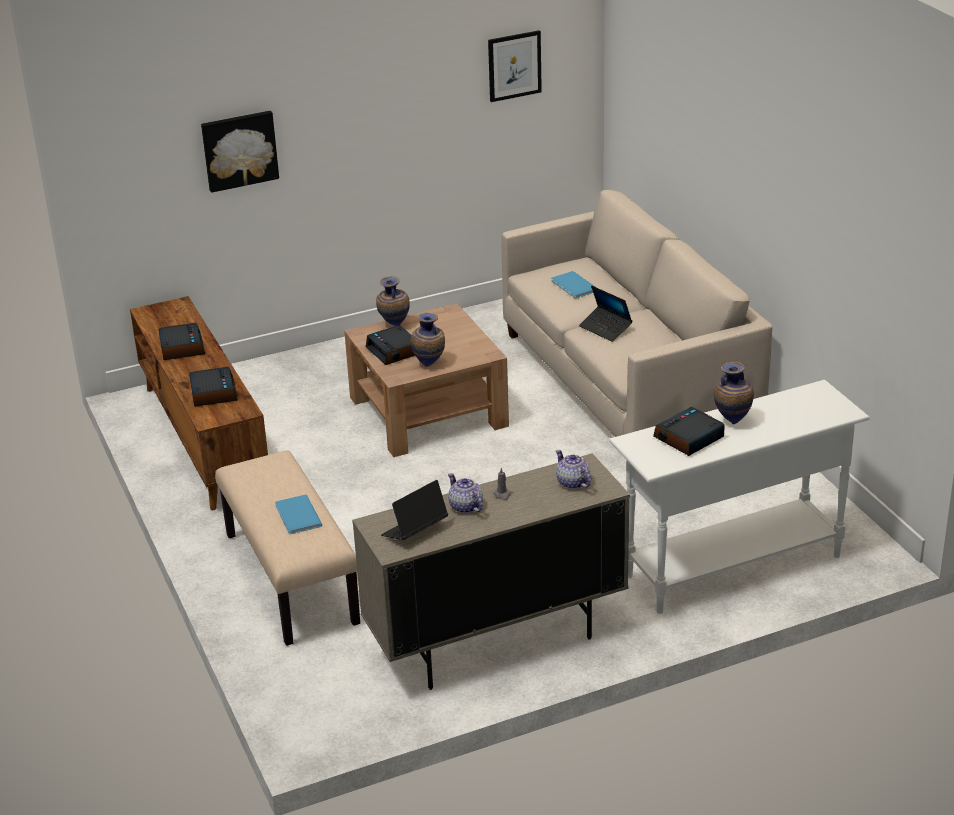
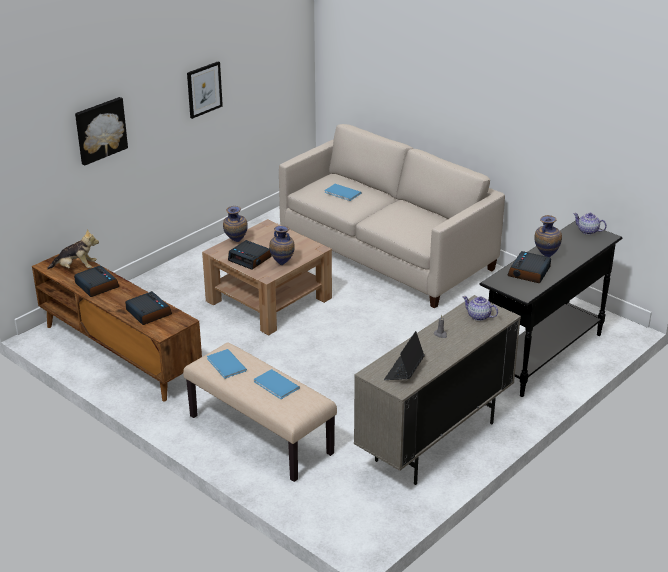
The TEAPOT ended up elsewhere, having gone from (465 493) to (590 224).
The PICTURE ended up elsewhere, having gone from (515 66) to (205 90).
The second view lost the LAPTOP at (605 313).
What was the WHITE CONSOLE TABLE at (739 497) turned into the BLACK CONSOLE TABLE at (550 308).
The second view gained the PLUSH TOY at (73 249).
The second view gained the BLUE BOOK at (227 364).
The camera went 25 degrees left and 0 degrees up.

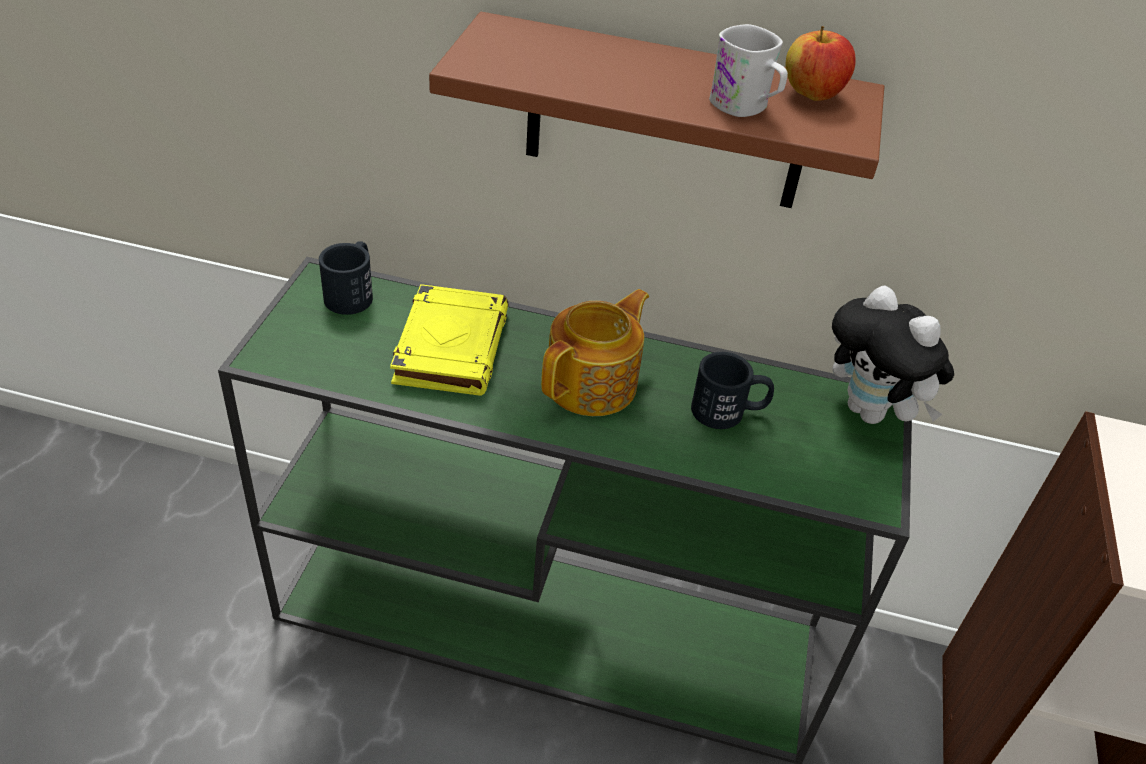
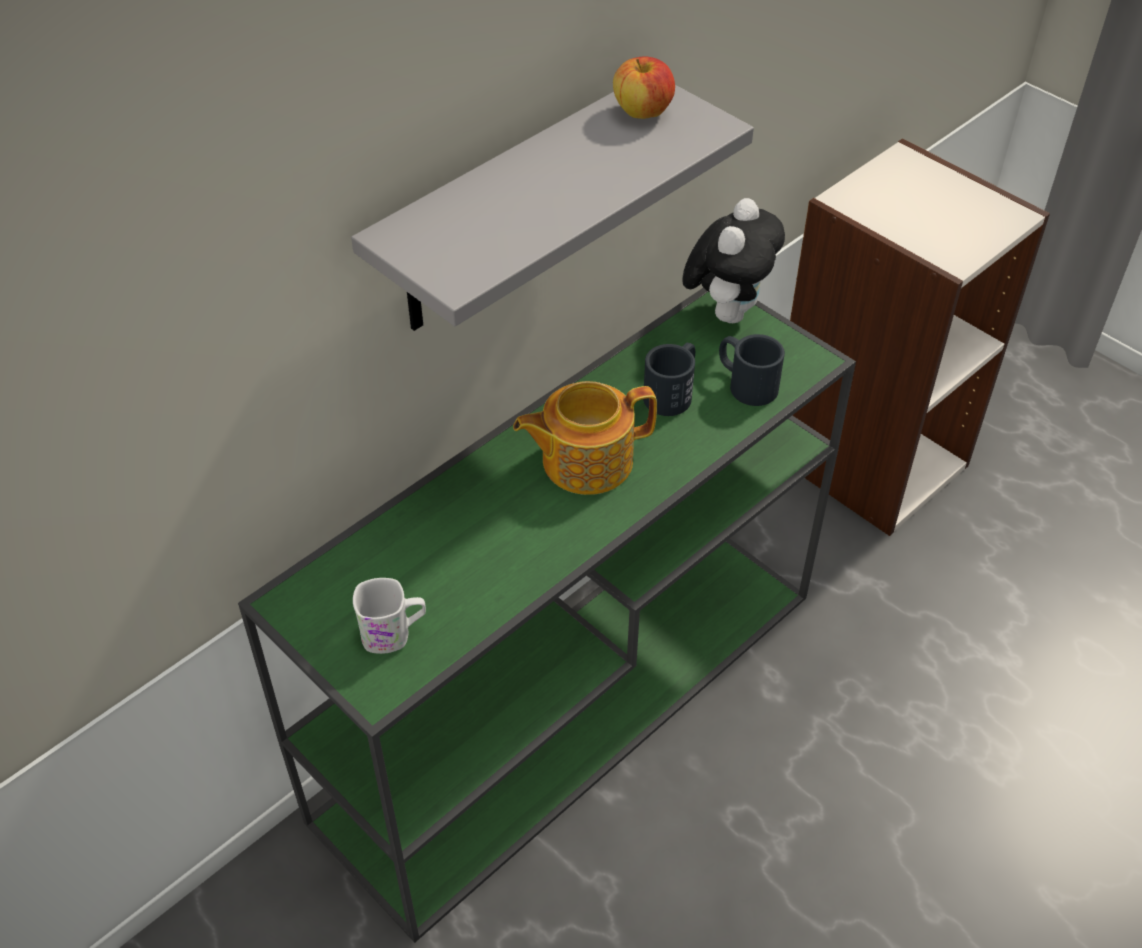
The BLACK MUG ended up elsewhere, having gone from (346 278) to (752 370).
The second view lost the YELLOW BOOK at (449 340).
What was the BROWN SHELF at (656 110) turned into the GREY SHELF at (552 208).
The TEAPOT at (595 352) ended up facing another way, 90 degrees counterclockwise from before.
The WHITE MUG ended up elsewhere, having gone from (748 70) to (389 616).
The PLUSH TOY at (893 355) ended up facing another way, 60 degrees counterclockwise from before.
The camera went 55 degrees left and 5 degrees up.

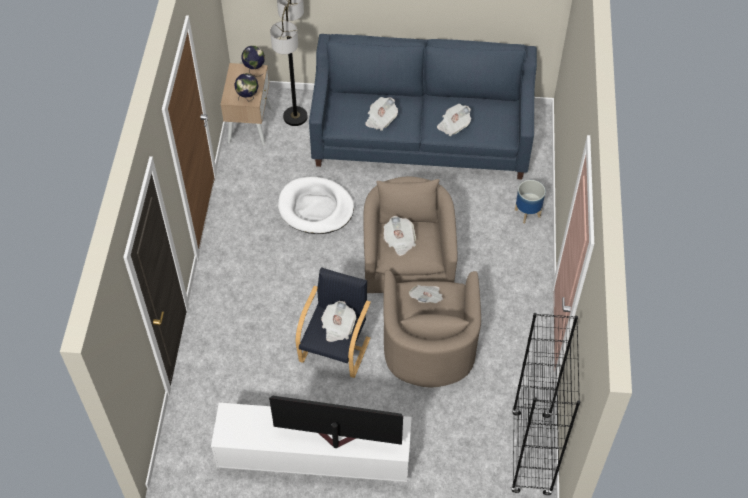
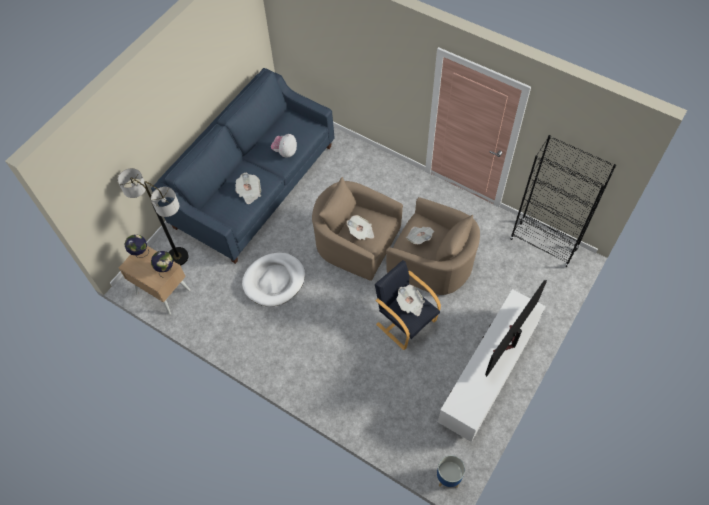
Where the NEWSPAPER stood at (454 120), the PLUSH TOY came to stand at (284 146).
The PLANTER ended up elsewhere, having gone from (530 202) to (451 471).
The camera went 60 degrees left and 5 degrees up.

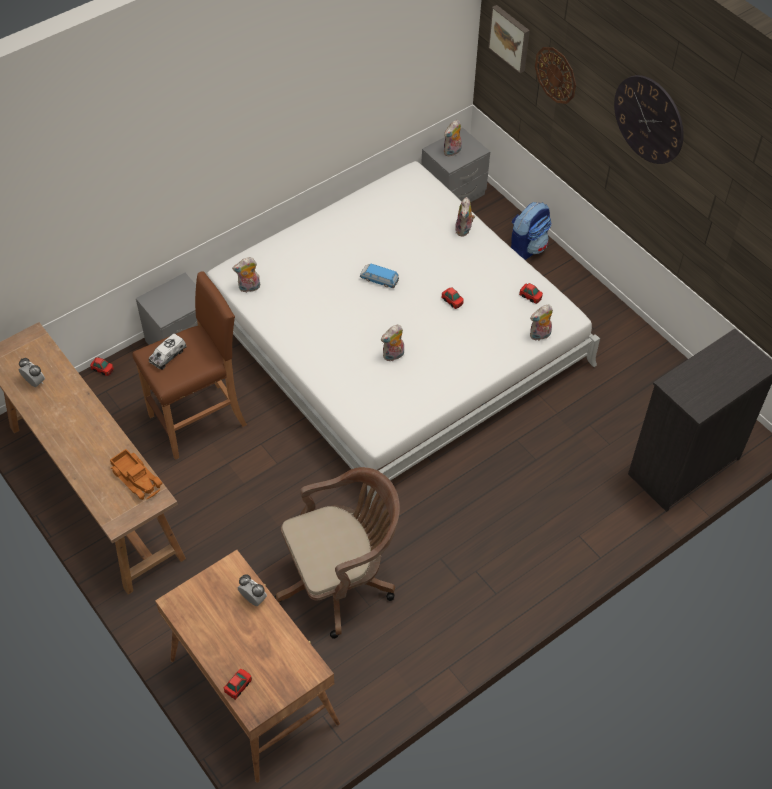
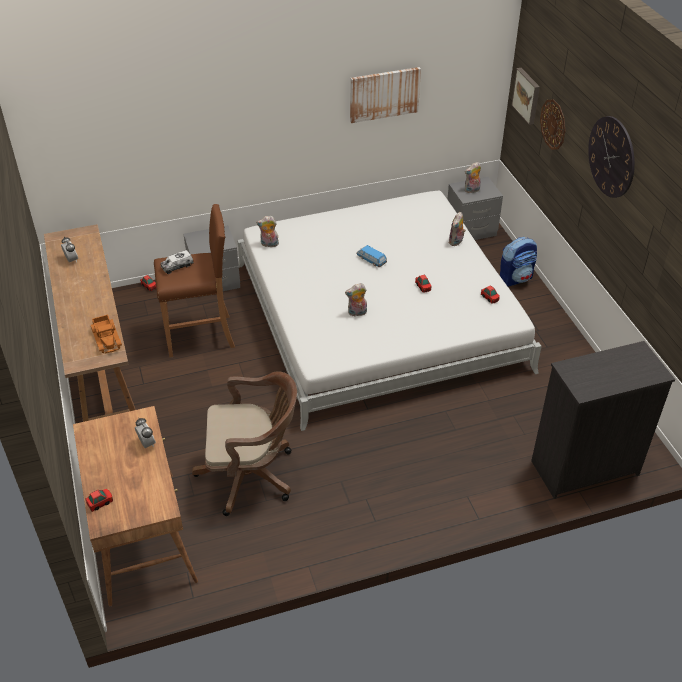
The second view lost the PLUSH TOY at (541 323).
The second view gained the PICTURE at (385 95).
The camera went 20 degrees right and 10 degrees down.

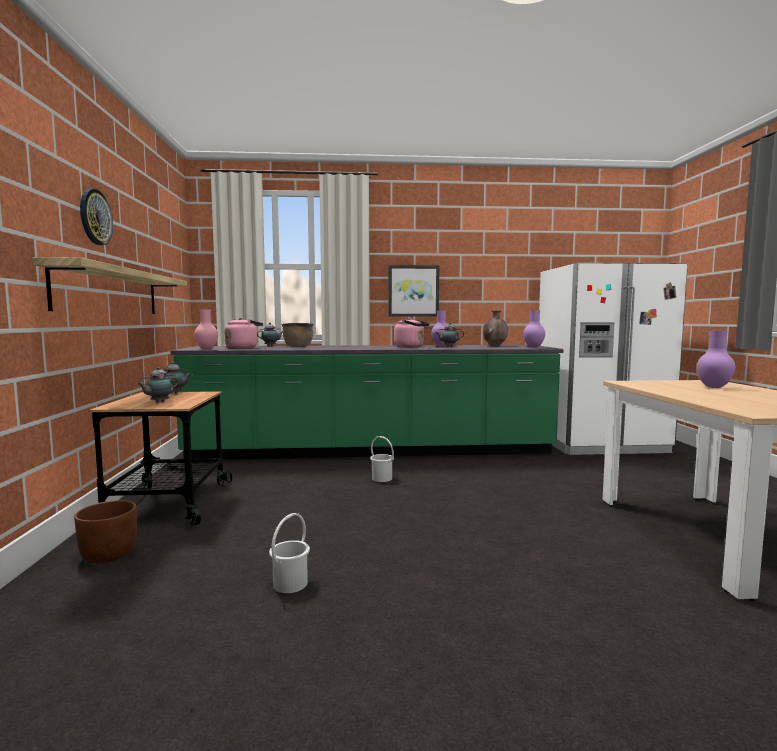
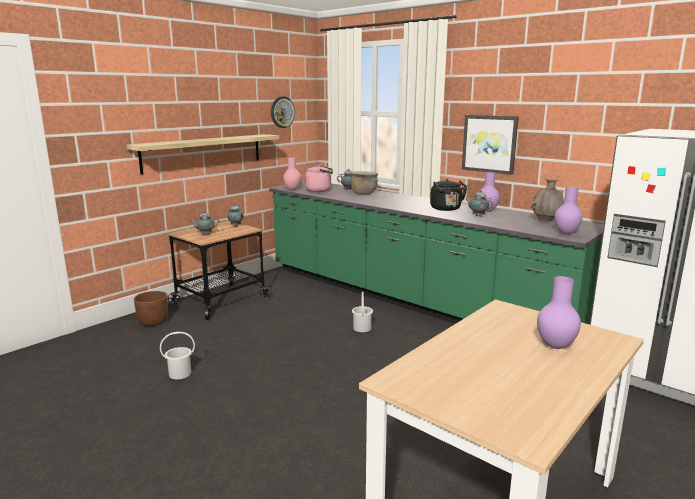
The WALL CLOCK ended up elsewhere, having gone from (96 217) to (283 112).
What was the PINK KETTLE at (411 332) turned into the BLACK KETTLE at (448 195).
The camera went 45 degrees right and 10 degrees up.

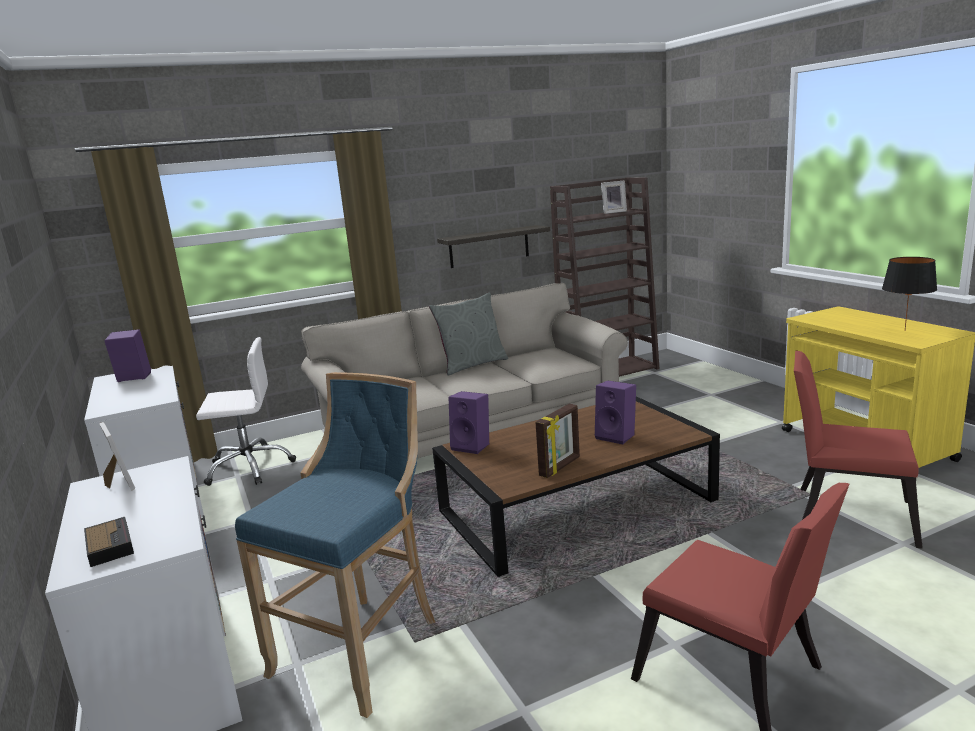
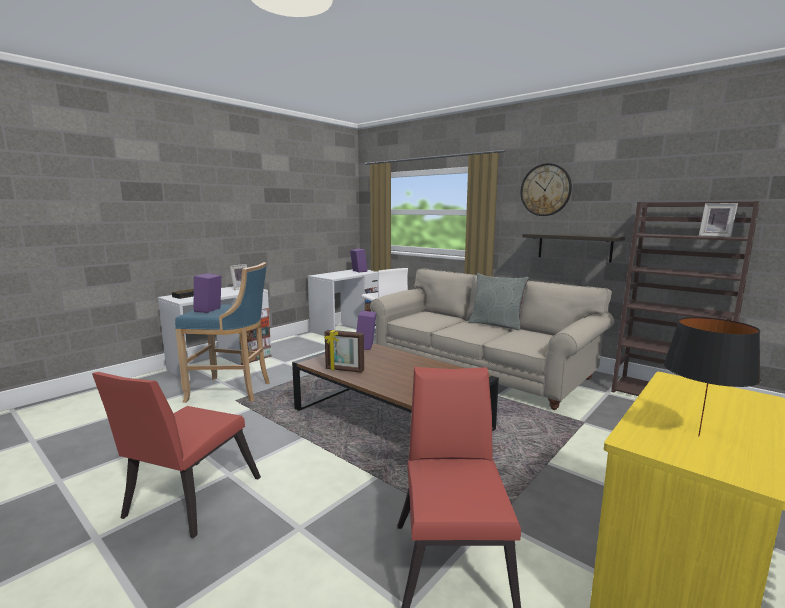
The PURPLE SPEAKER ended up elsewhere, having gone from (615 412) to (207 293).
The second view gained the WALL CLOCK at (546 189).
The camera went 65 degrees right and 5 degrees down.

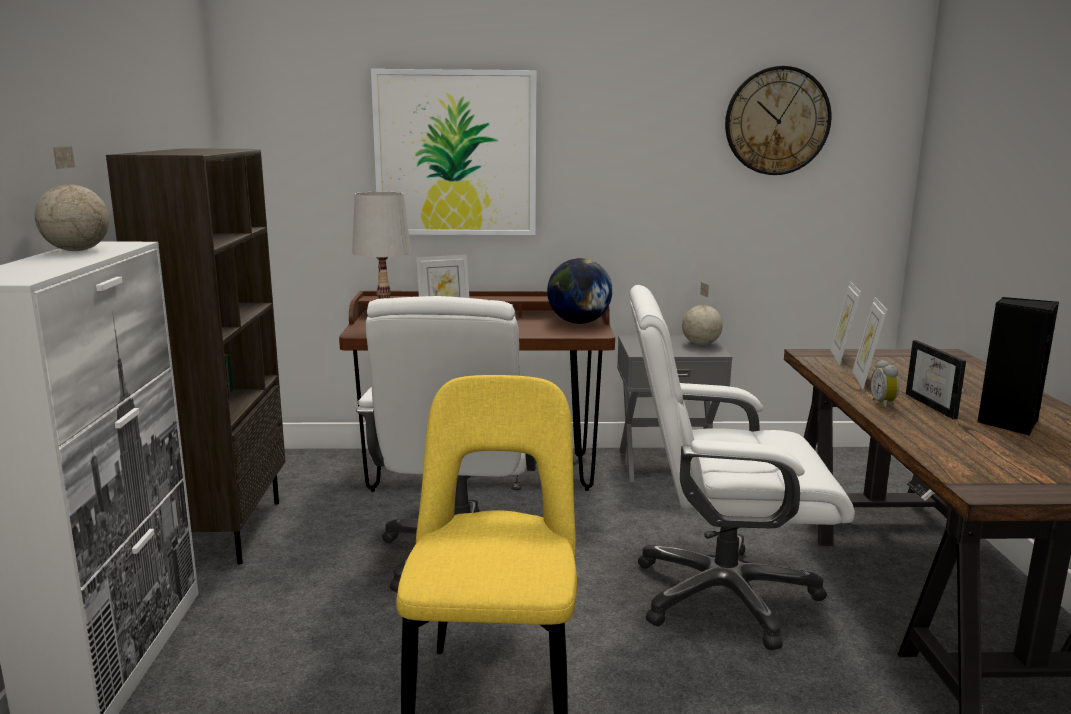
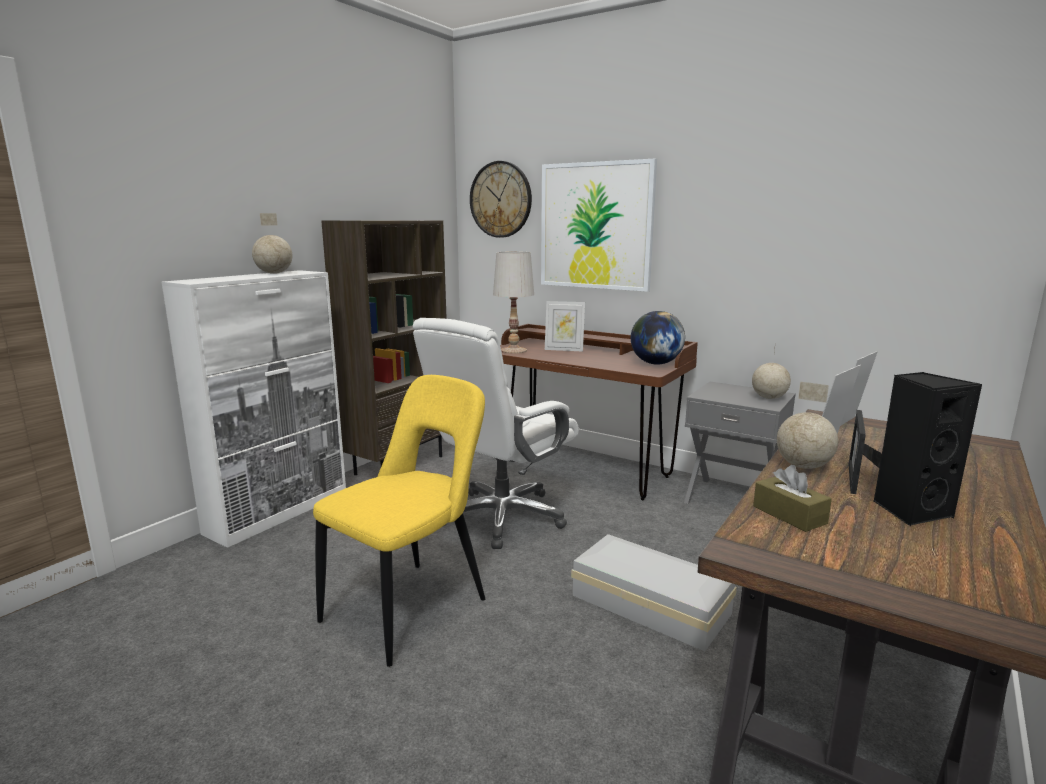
Where the WHITE OFFICE CHAIR stood at (742 467), the WHITE STORAGE BOX came to stand at (654 592).
The WALL CLOCK ended up elsewhere, having gone from (778 120) to (501 199).
Where the ALARM CLOCK stood at (885 384), the GLOBE came to stand at (807 425).
The second view gained the BROWN TISSUE BOX at (792 498).
The camera went 35 degrees right and 0 degrees up.

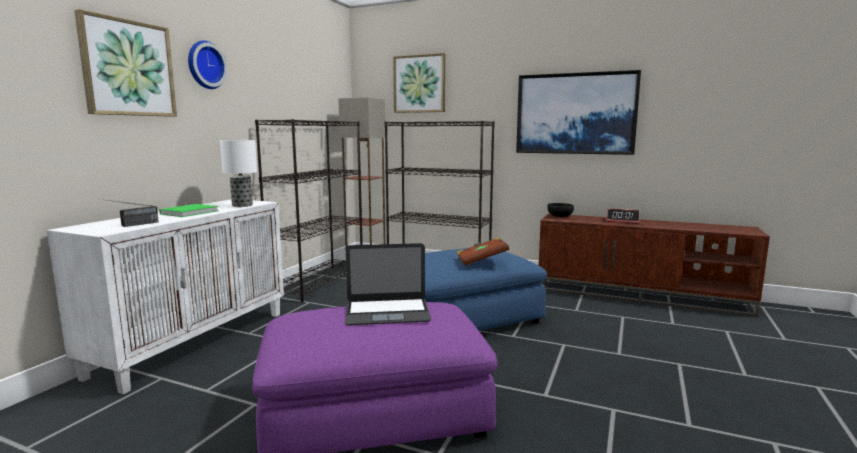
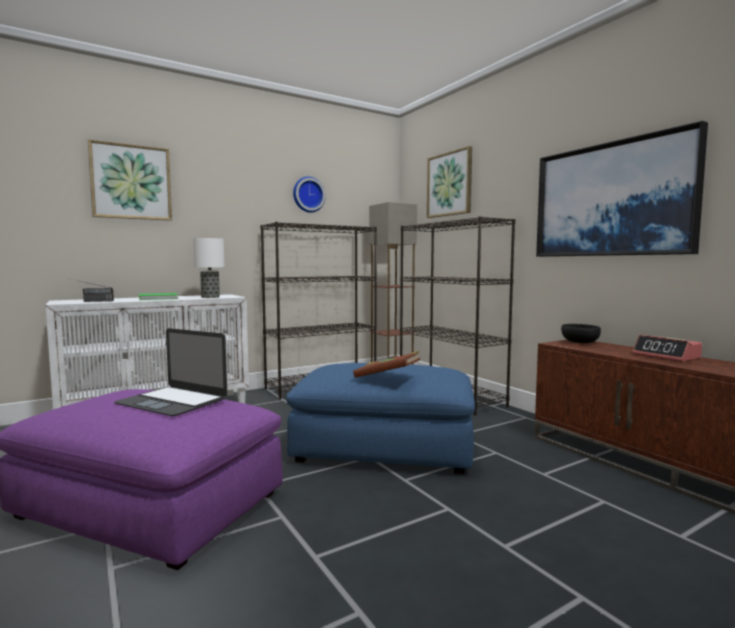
The WALL CLOCK ended up elsewhere, having gone from (208 64) to (309 195).
The camera went 35 degrees right and 5 degrees down.

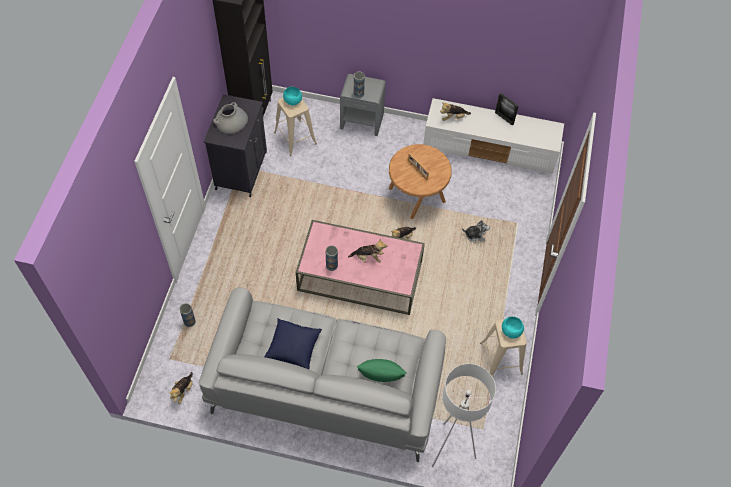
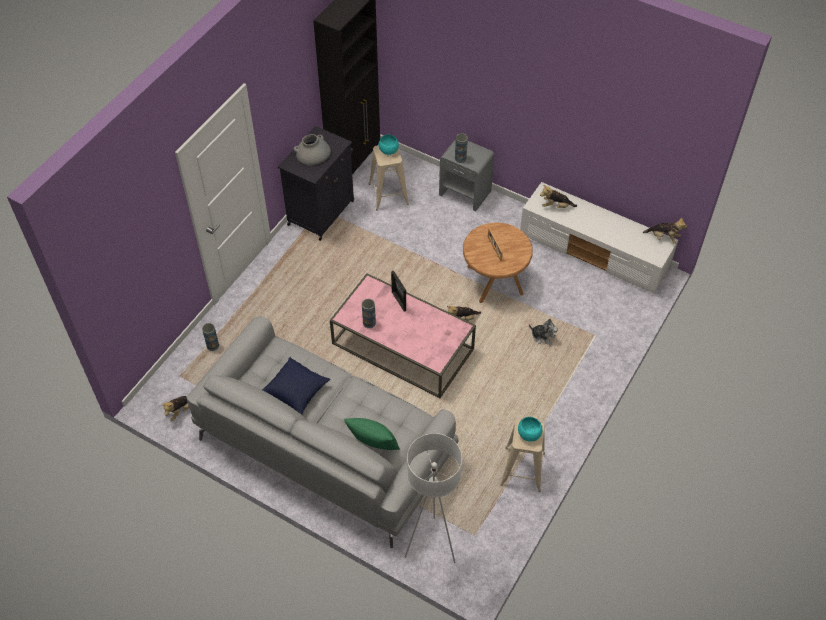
The PLUSH TOY ended up elsewhere, having gone from (367 251) to (665 230).
The PICTURE FRAME ended up elsewhere, having gone from (507 109) to (398 291).
The camera went 20 degrees right and 5 degrees down.

